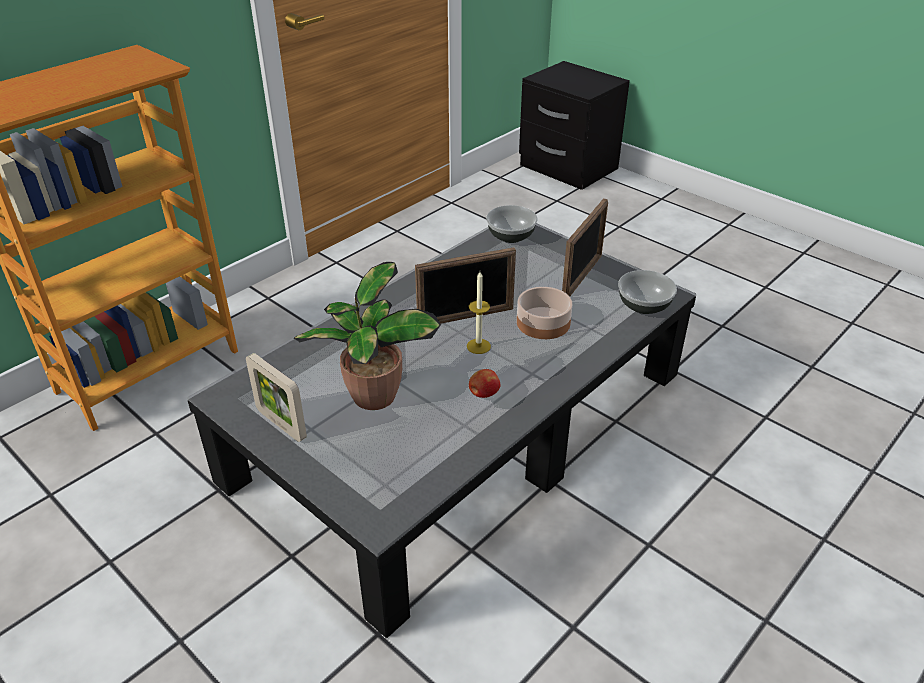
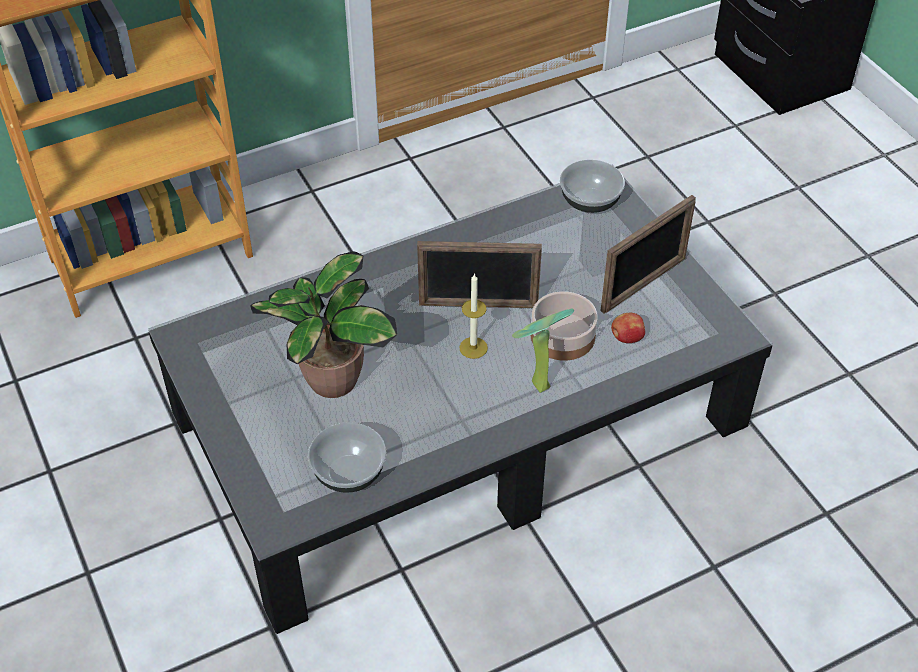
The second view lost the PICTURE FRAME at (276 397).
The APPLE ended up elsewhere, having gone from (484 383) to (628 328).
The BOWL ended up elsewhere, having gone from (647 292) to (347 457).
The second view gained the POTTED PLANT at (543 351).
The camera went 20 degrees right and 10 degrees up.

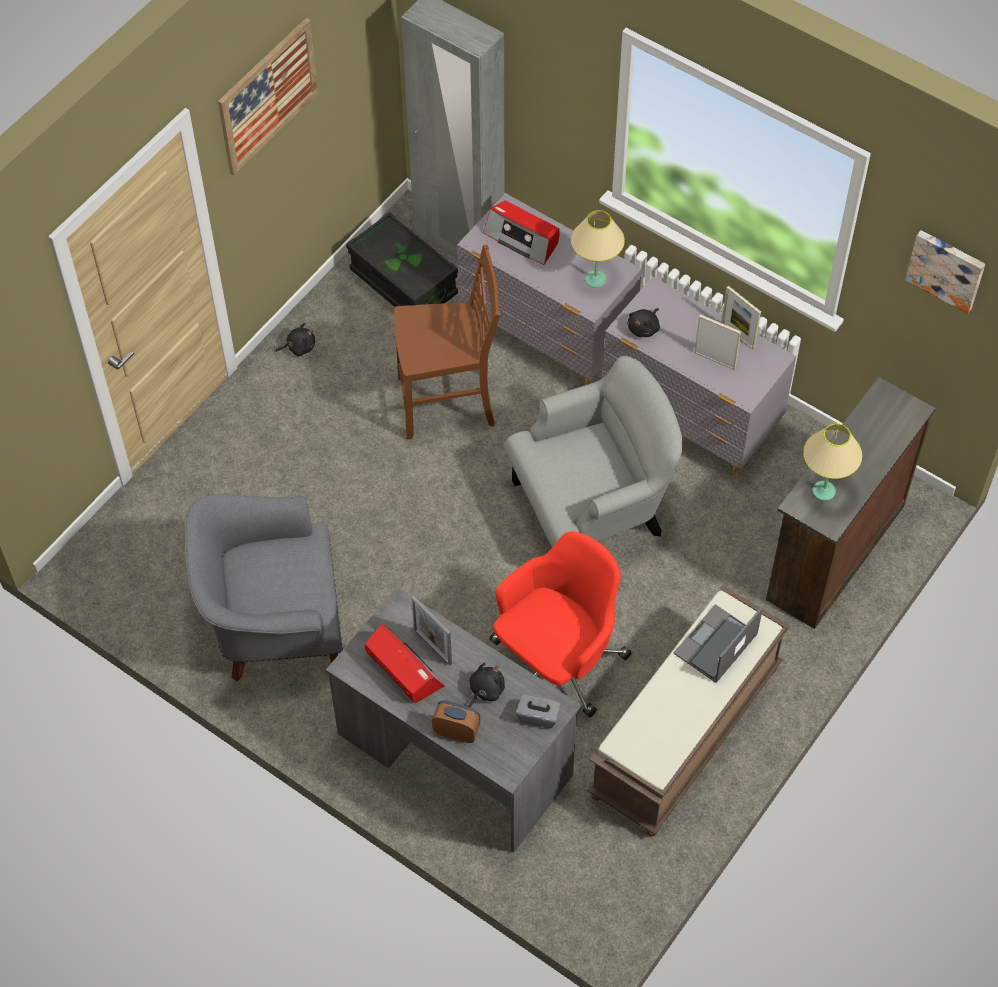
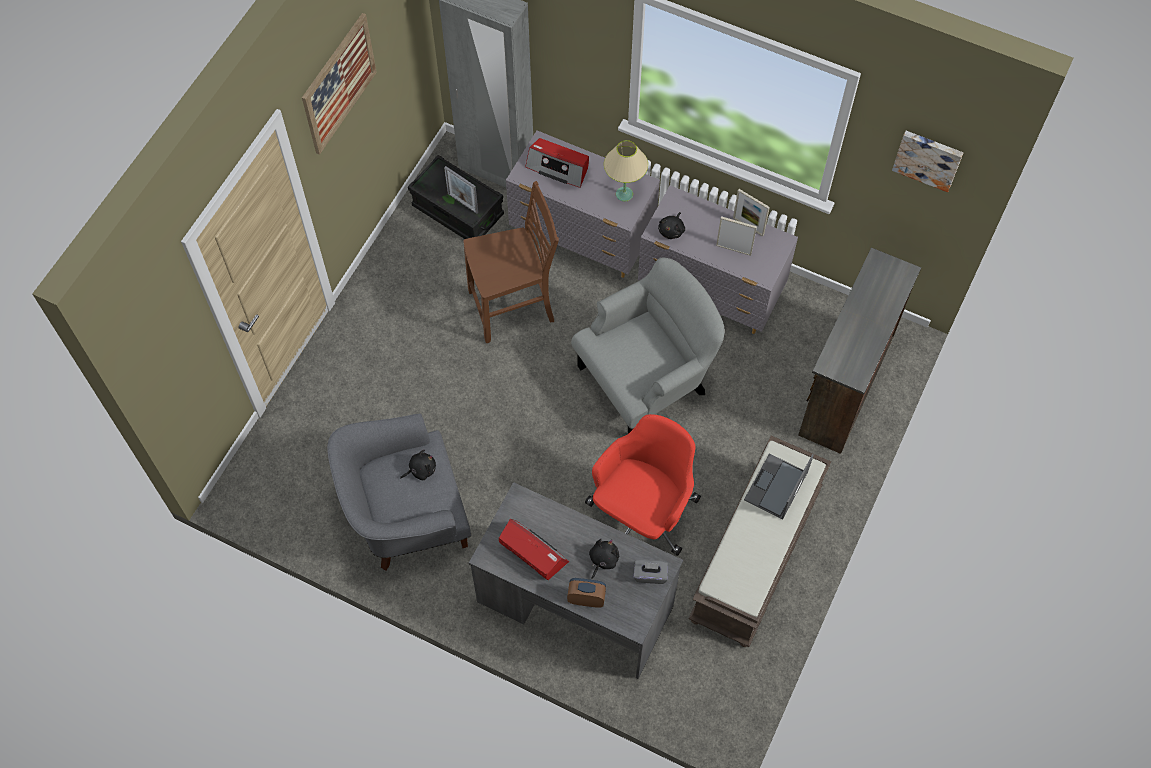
The BLACK PLUSH TOY ended up elsewhere, having gone from (295 339) to (418 465).
The PICTURE FRAME ended up elsewhere, having gone from (431 631) to (461 190).
The second view lost the BEIGE TABLE LAMP at (832 462).
The camera went 10 degrees left and 5 degrees up.

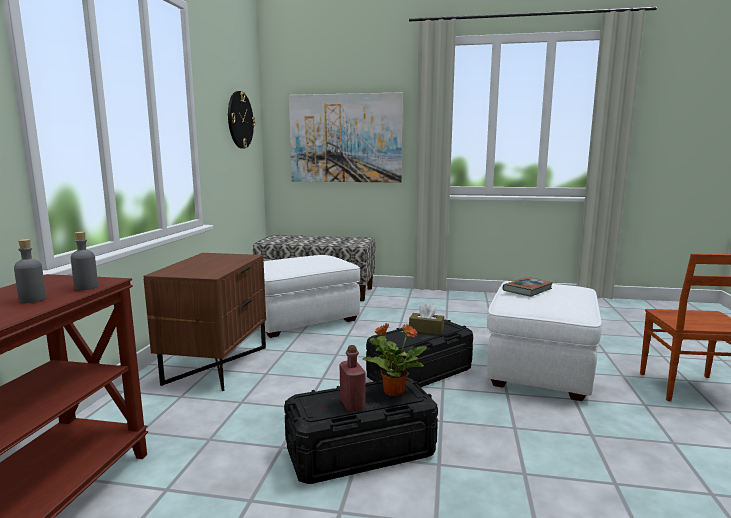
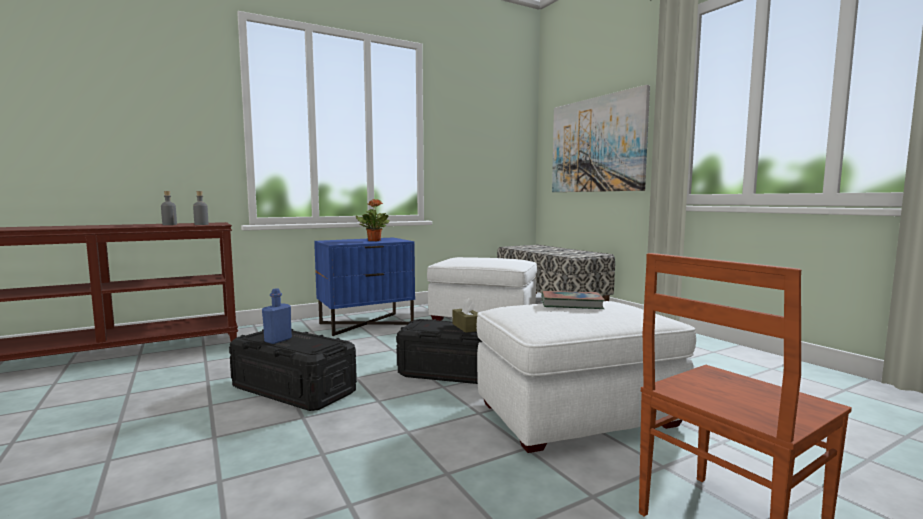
What was the BROWN NIGHTSTAND at (204 322) turned into the BLUE NIGHTSTAND at (364 286).
The second view lost the WALL CLOCK at (241 120).
What was the RED BOTTLE at (353 378) turned into the BLUE BOTTLE at (277 316).
The POTTED PLANT ended up elsewhere, having gone from (395 359) to (372 220).
The camera went 50 degrees right and 5 degrees down.

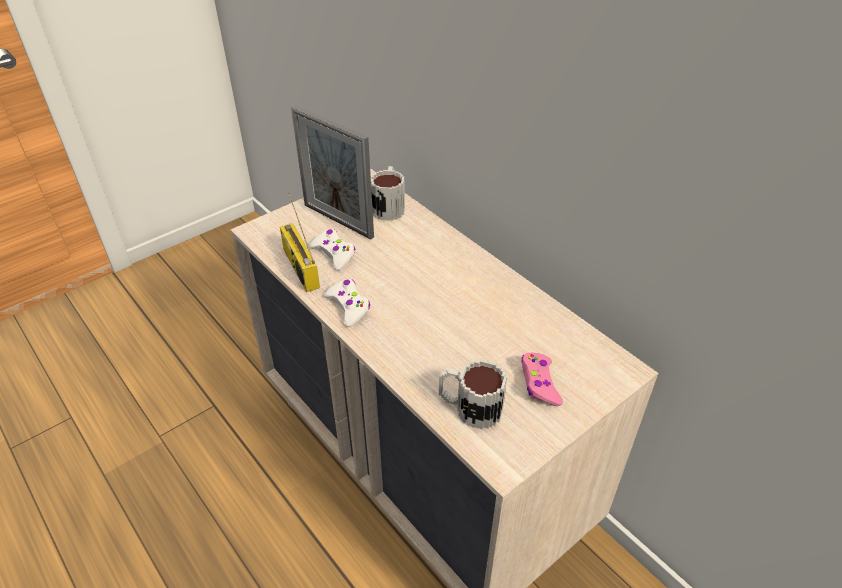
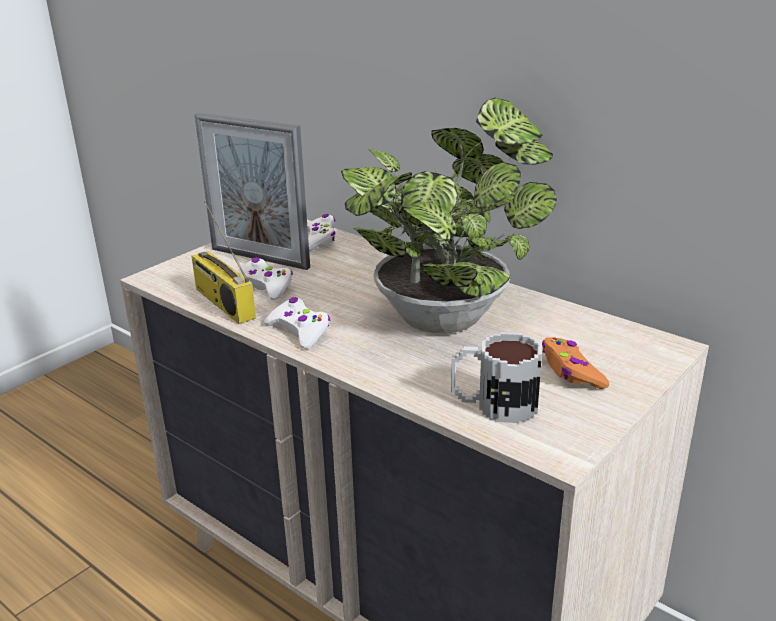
Where the MUG stood at (388 193), the WHITE GAME CONTROLLER came to stand at (321 232).
What was the PINK GAME CONTROLLER at (542 379) turned into the ORANGE GAME CONTROLLER at (576 363).
The second view gained the POTTED PLANT at (449 215).
The camera went 10 degrees left and 15 degrees down.

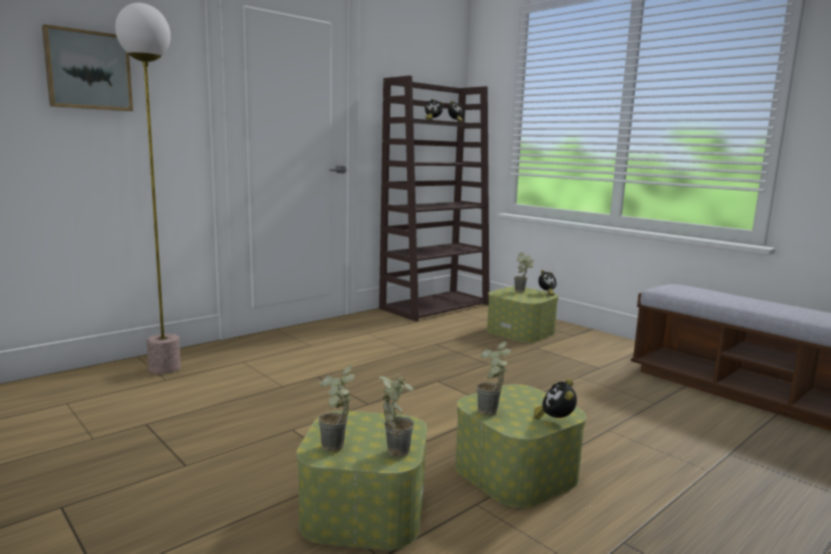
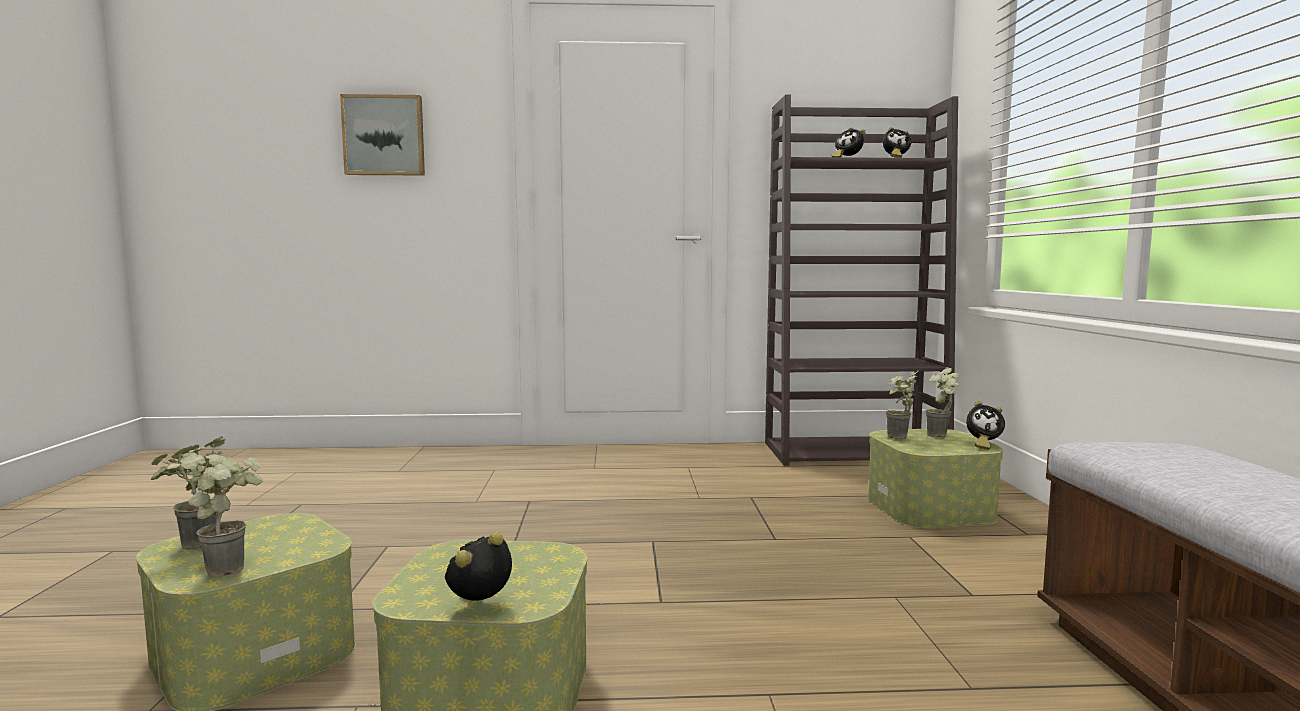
The second view lost the FLOOR LAMP at (148 188).
The POTTED PLANT ended up elsewhere, having gone from (494 378) to (902 405).
The camera went 40 degrees right and 5 degrees down.

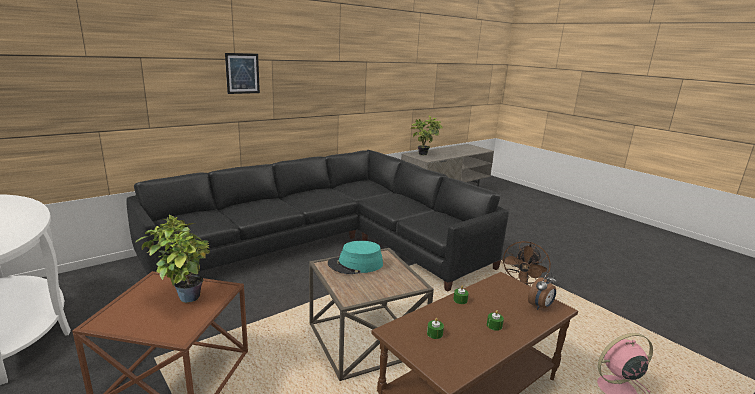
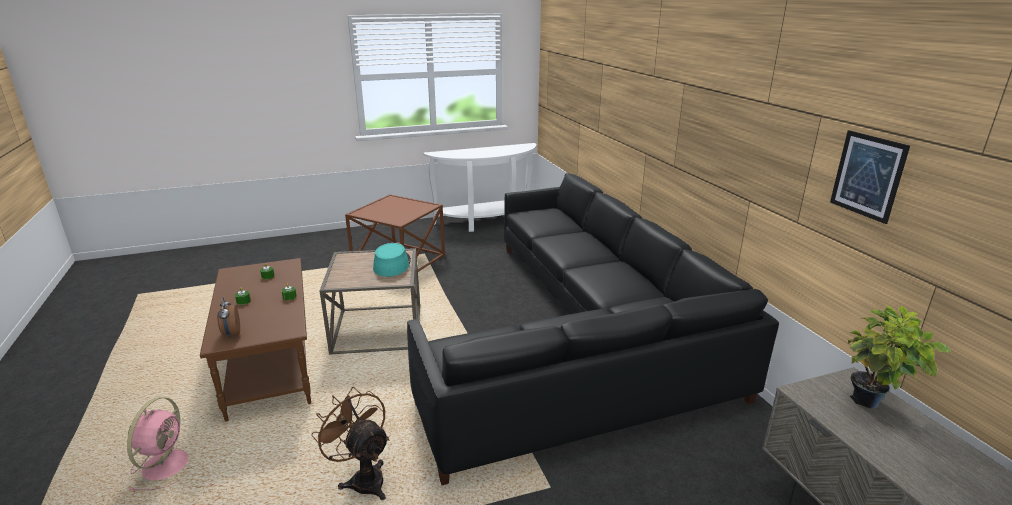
The second view lost the POTTED PLANT at (173 259).
The PICTURE ended up elsewhere, having gone from (242 73) to (870 177).
The camera went 110 degrees right and 5 degrees up.

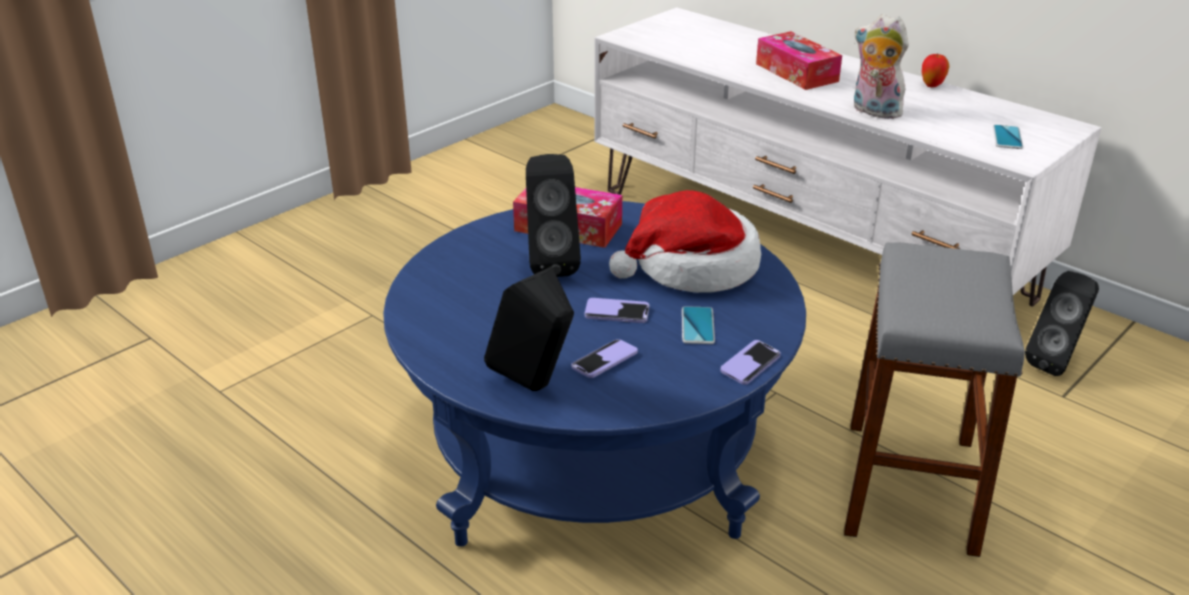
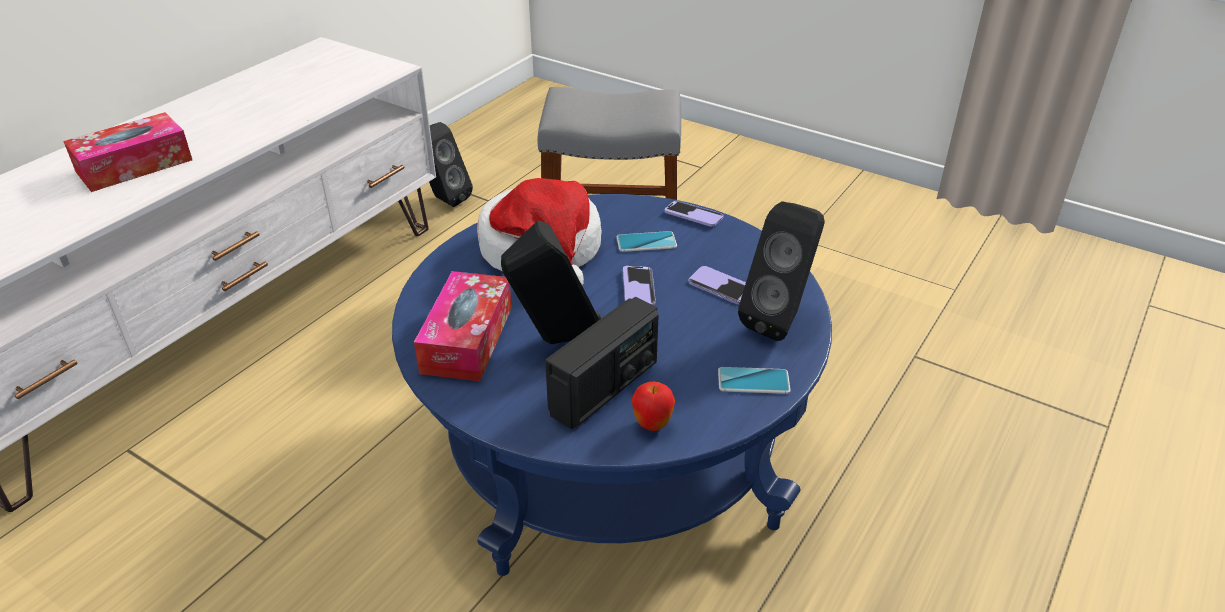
The second view lost the PLUSH TOY at (881 66).
The APPLE ended up elsewhere, having gone from (936 70) to (653 406).
The PHONE ended up elsewhere, having gone from (1008 137) to (754 380).
The second view gained the RADIO at (602 363).
The camera went 100 degrees left and 5 degrees up.

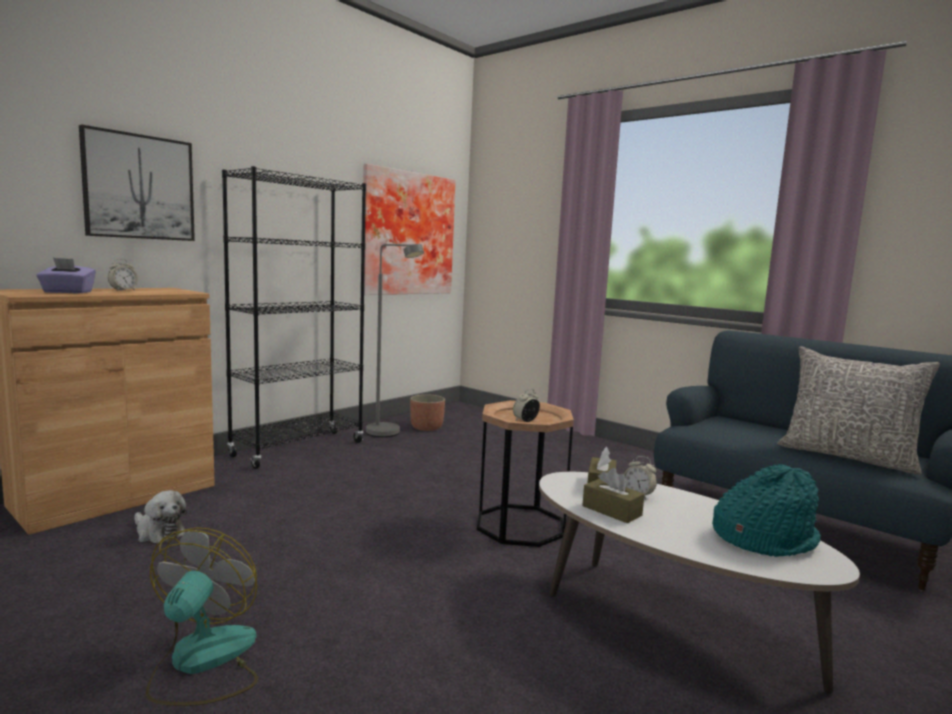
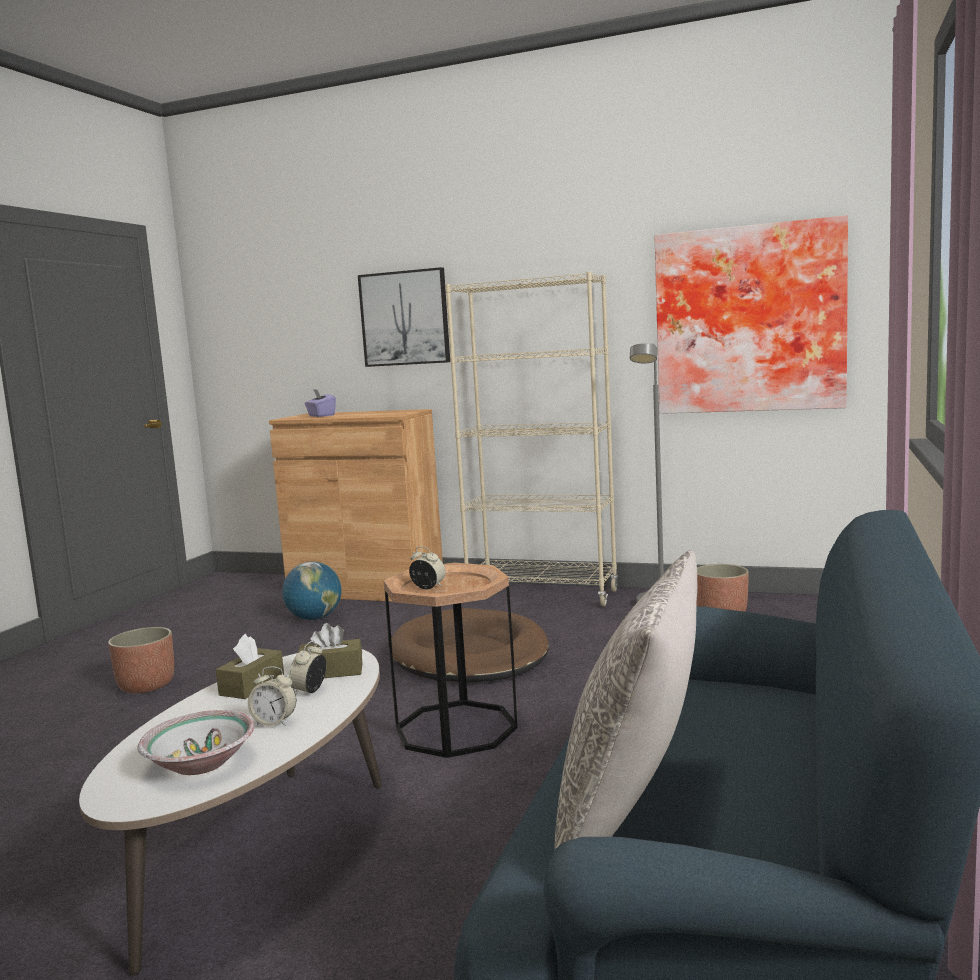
The ALARM CLOCK ended up elsewhere, having gone from (123 275) to (272 696).
Where the PLUSH TOY stood at (160 516), the GLOBE came to stand at (312 591).
Where the FAN stood at (202 616), the PLANTER came to stand at (141 660).
What was the BLACK BOOKCASE at (294 317) turned into the BEIGE BOOKCASE at (532 439).
Where the TURQUOISE HAT stood at (766 510), the BOWL came to stand at (195 742).
The second view gained the BROWN DOG BED at (470 645).
The camera went 70 degrees right and 0 degrees up.

